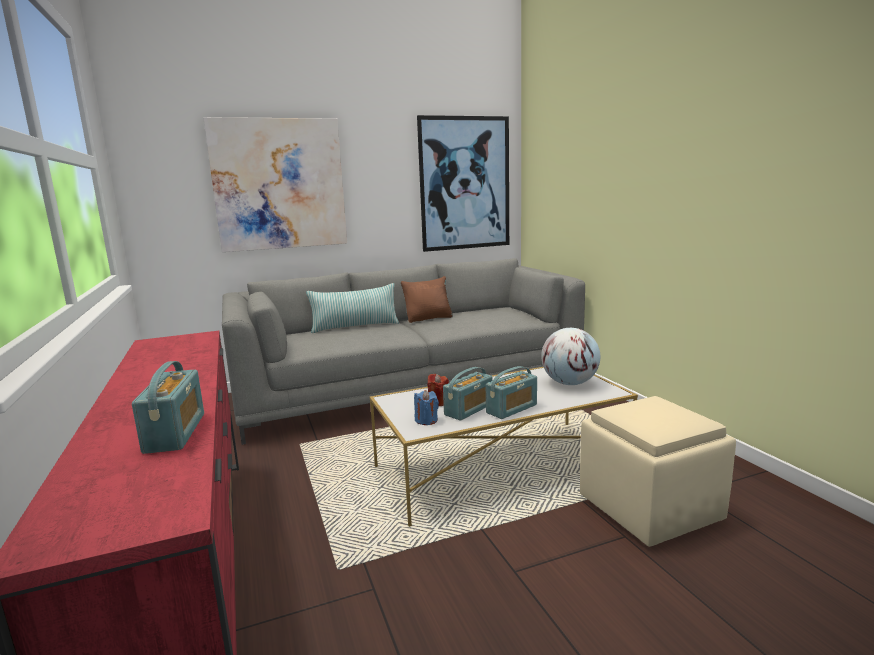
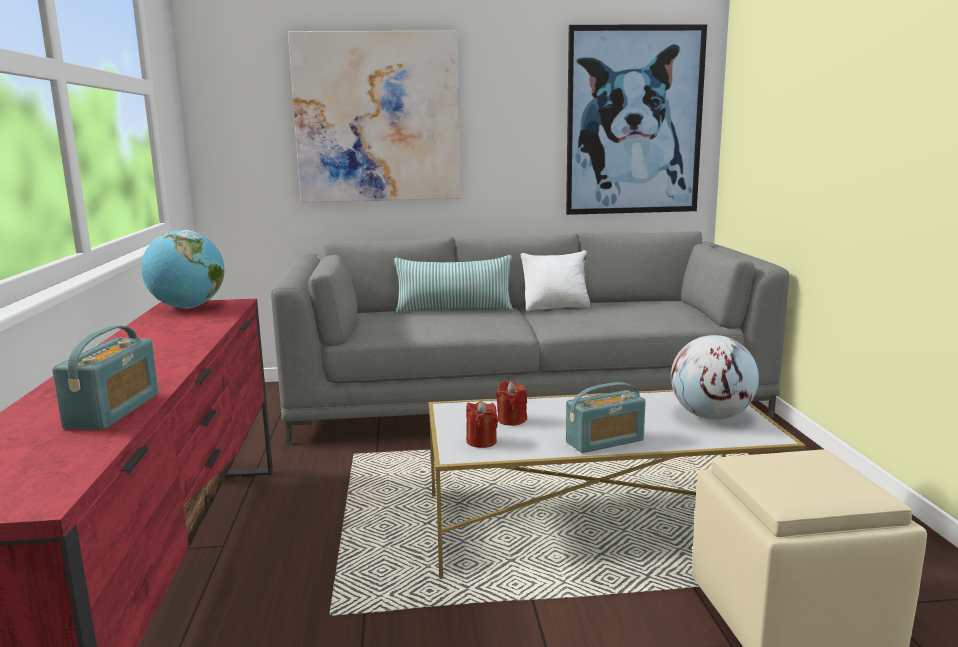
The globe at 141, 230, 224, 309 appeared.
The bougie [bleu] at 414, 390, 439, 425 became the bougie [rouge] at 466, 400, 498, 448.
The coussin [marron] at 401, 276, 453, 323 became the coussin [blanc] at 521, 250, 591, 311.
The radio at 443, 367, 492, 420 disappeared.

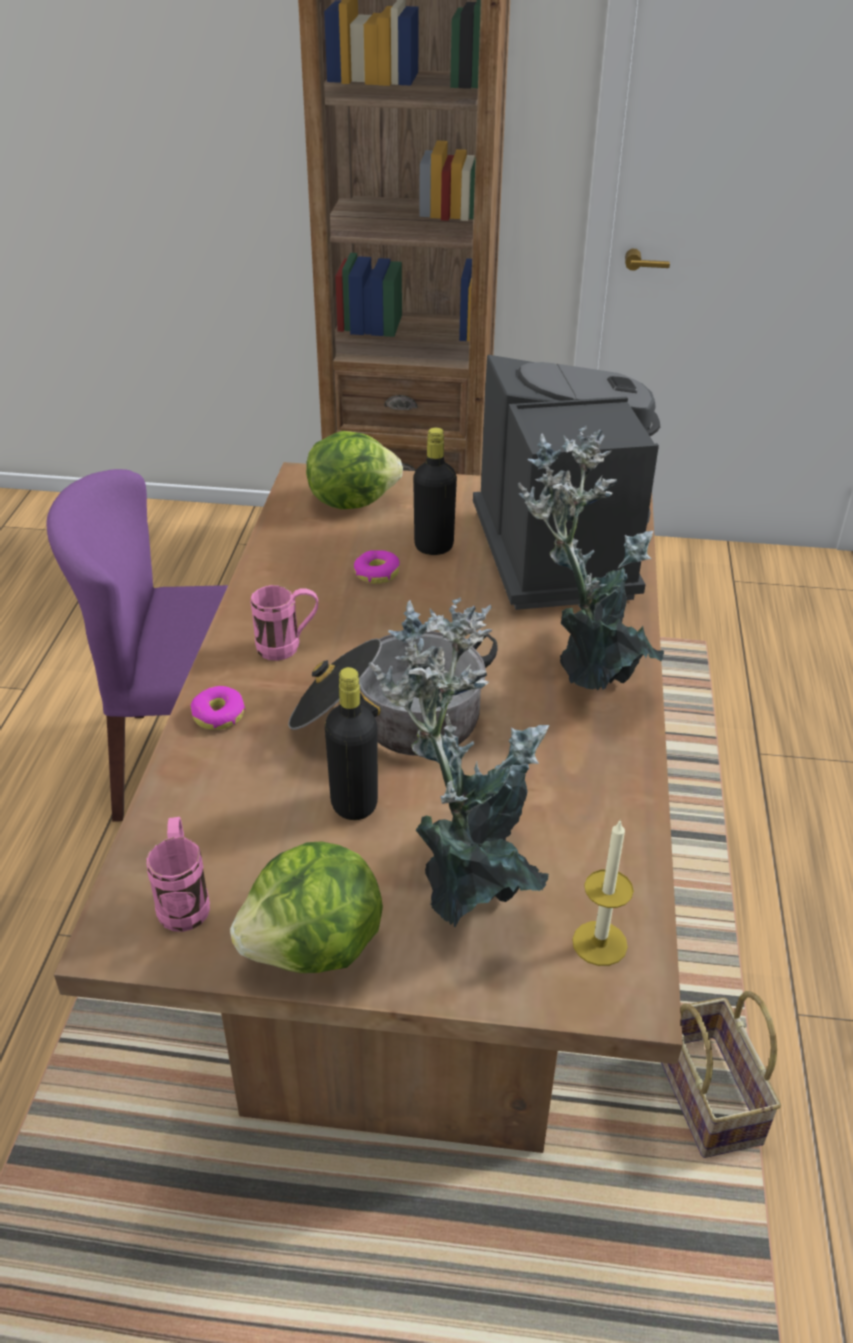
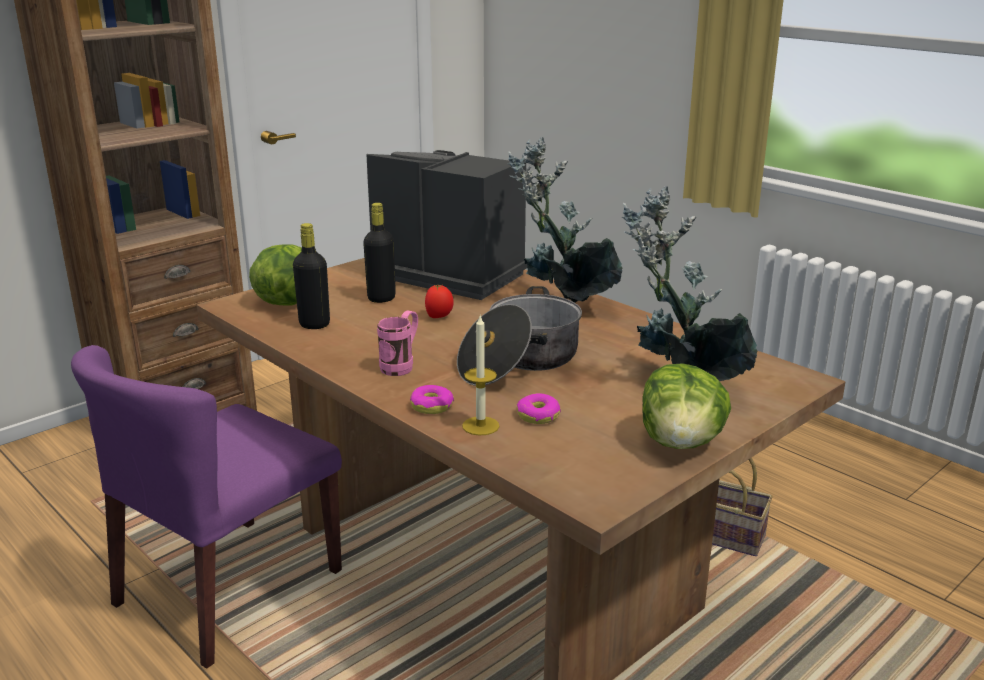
The bouteille [noir] moved from 325, 667, 378, 820 to 293, 223, 330, 329.
The tomate at 425, 285, 454, 318 appeared.
The bougie moved from 572, 819, 634, 966 to 462, 314, 499, 435.
The beignet moved from 354, 550, 400, 584 to 517, 393, 561, 424.
The mug [rose] at 146, 817, 210, 932 disappeared.

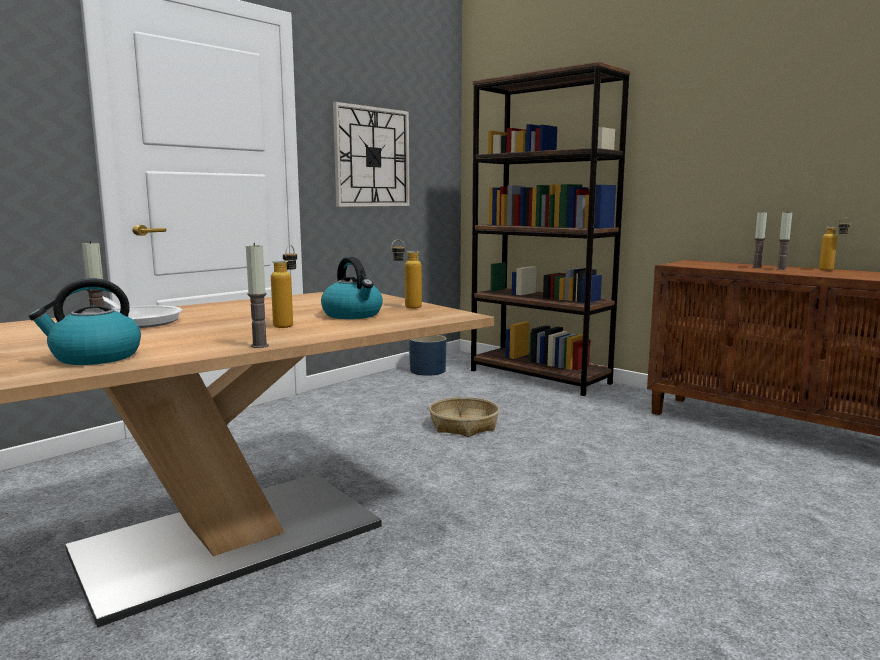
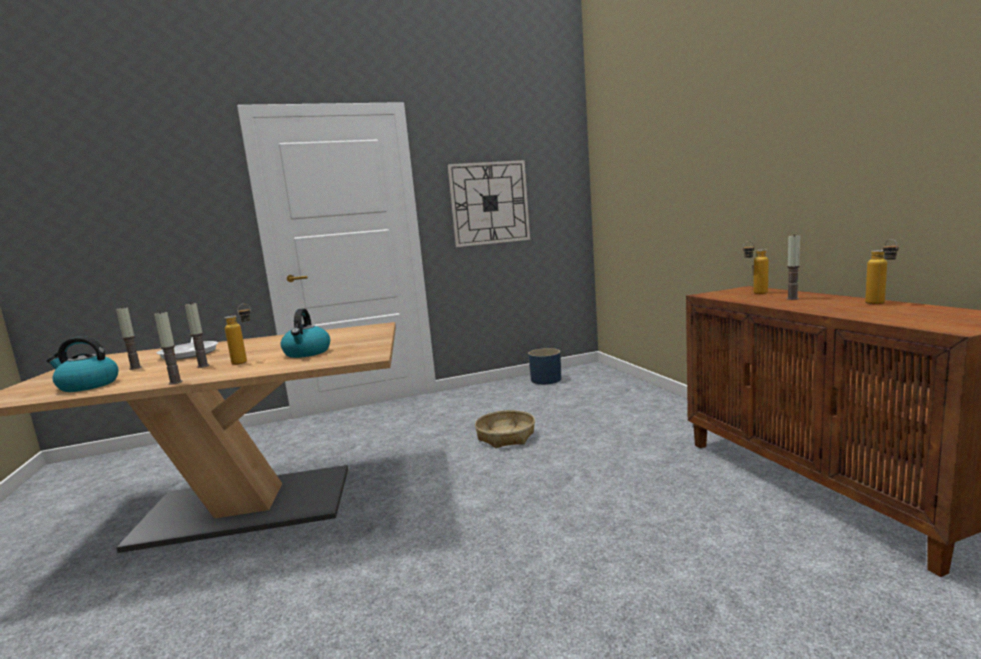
The bougie moved from 776, 211, 792, 270 to 185, 302, 209, 368.
The bouteille moved from 391, 239, 422, 308 to 743, 241, 769, 294.
The bibliothèque [marron] at 471, 61, 631, 396 disappeared.

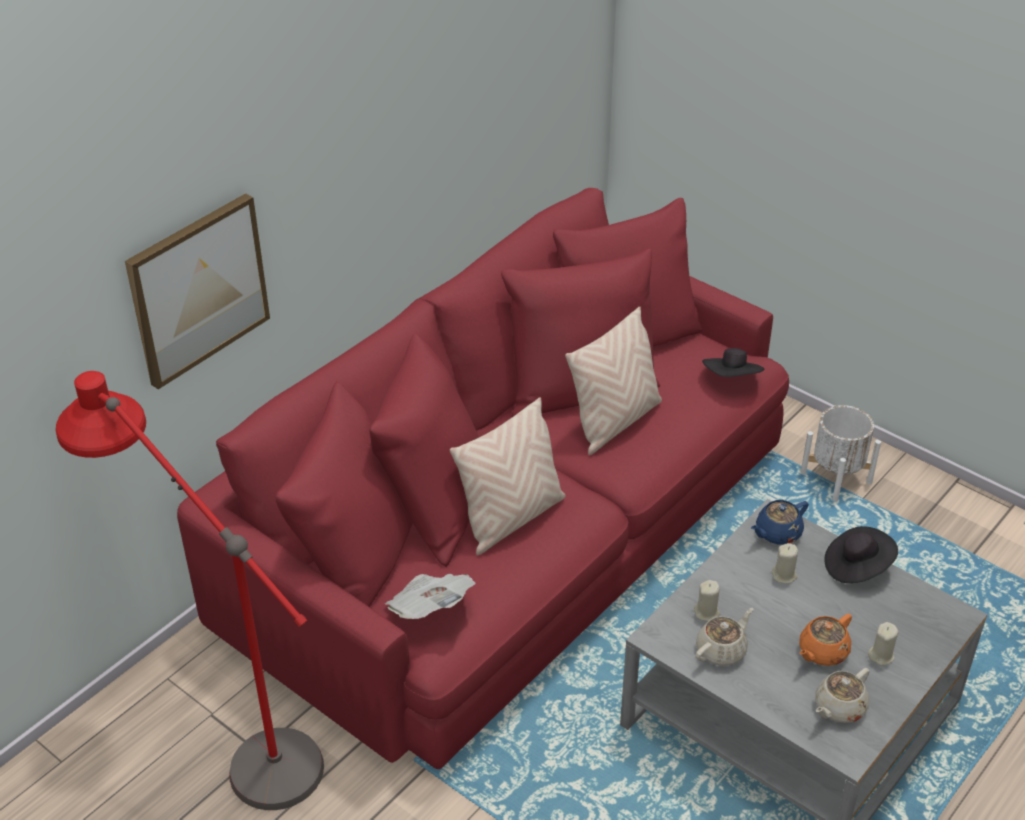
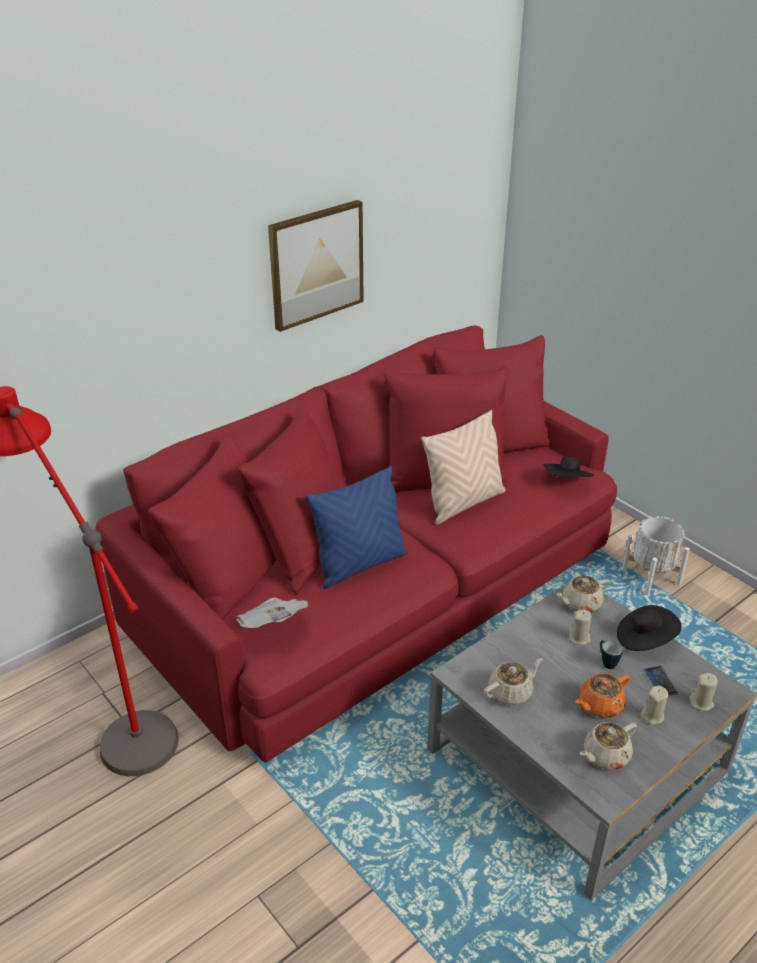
The tableau moved from 125, 193, 270, 389 to 268, 200, 364, 332.
The coussin [beige] at 450, 397, 566, 555 became the coussin [bleu] at 306, 466, 408, 589.
The théière [bleu] at 751, 500, 809, 544 became the théière [beige] at 555, 575, 610, 612.
The mug at 600, 640, 623, 669 appeared.
The téléphone at 644, 666, 678, 696 appeared.
The bougie [beige] moved from 694, 580, 720, 621 to 690, 673, 718, 711.

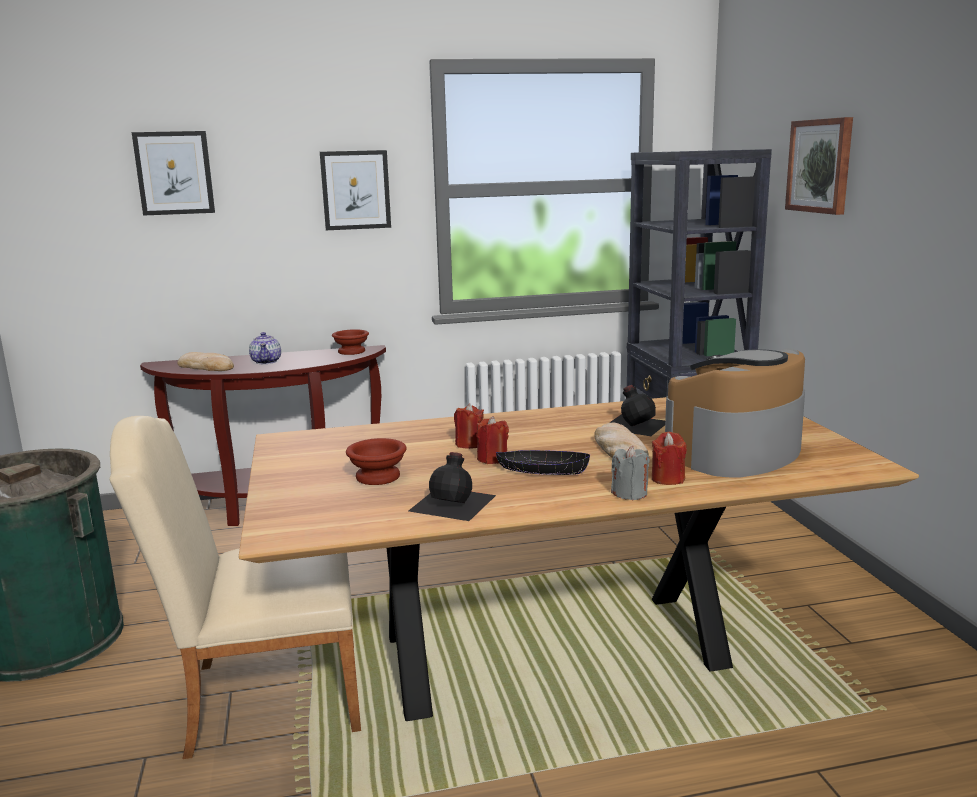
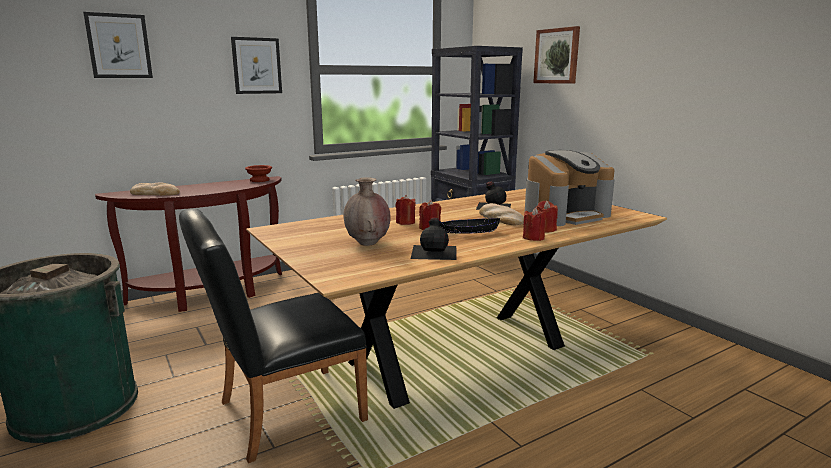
The chaise [beige] at 109, 416, 361, 759 became the chaise [noir] at 179, 208, 368, 463.
The bol [marron] at 346, 438, 406, 485 was replaced by the vase [marron] at 343, 177, 391, 246.
The bougie [gris] at 611, 446, 650, 500 became the bougie [rouge] at 523, 207, 546, 241.
The machine à café at 665, 348, 805, 477 turned 150 degrees counterclockwise.
The théière at 249, 332, 281, 364 disappeared.

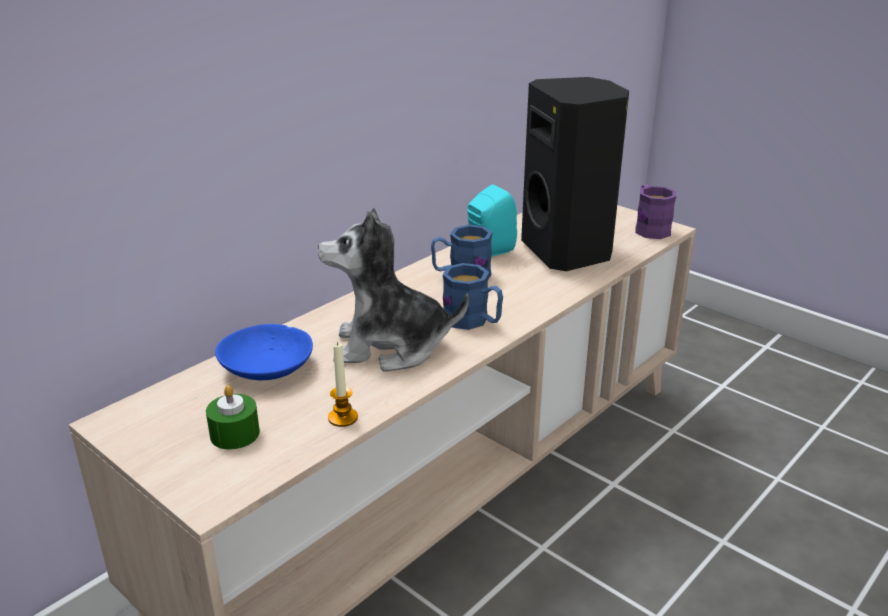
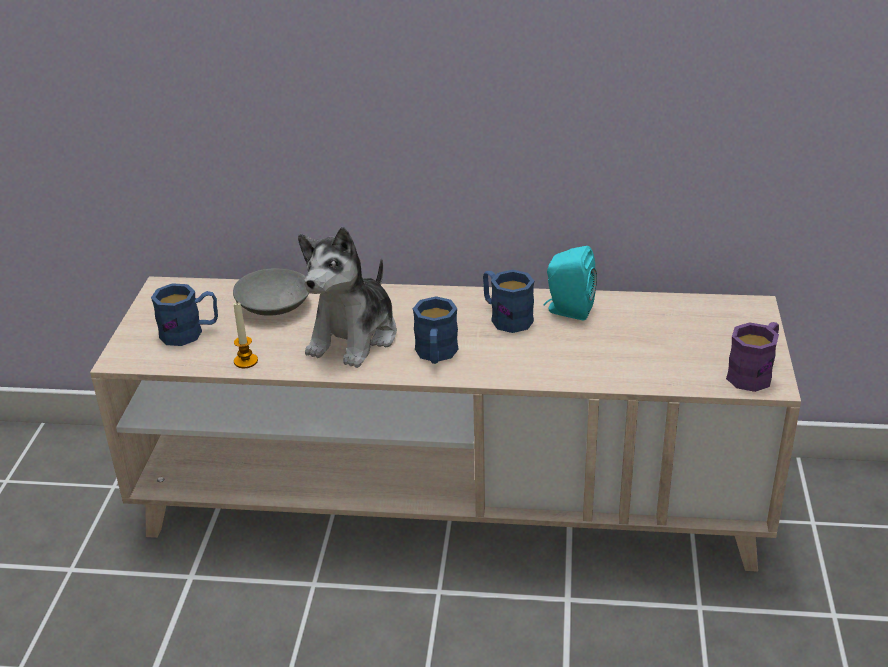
The bougie [vert] at 206, 385, 260, 450 was replaced by the mug [bleu] at 151, 283, 218, 346.
The bol [bleu] at 215, 324, 313, 380 became the bol [gris] at 233, 268, 309, 316.
The peluche at 318, 208, 469, 372 turned 120 degrees counterclockwise.
The enceinte [noir] at 521, 77, 629, 271 disappeared.

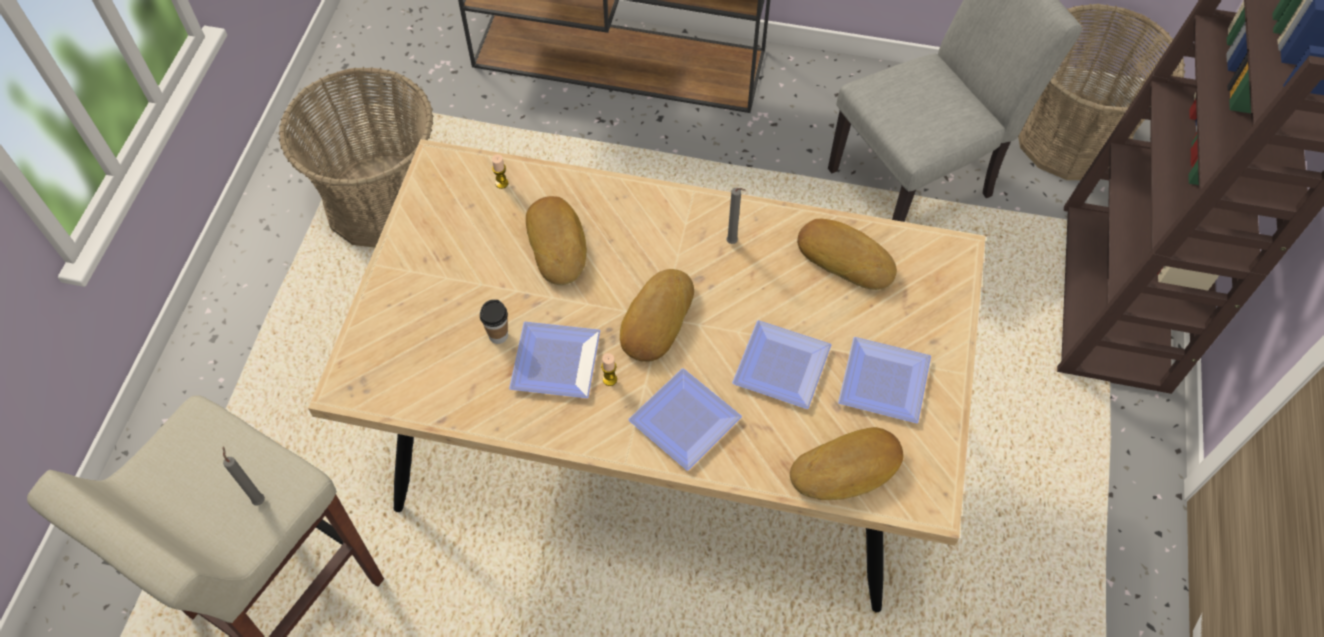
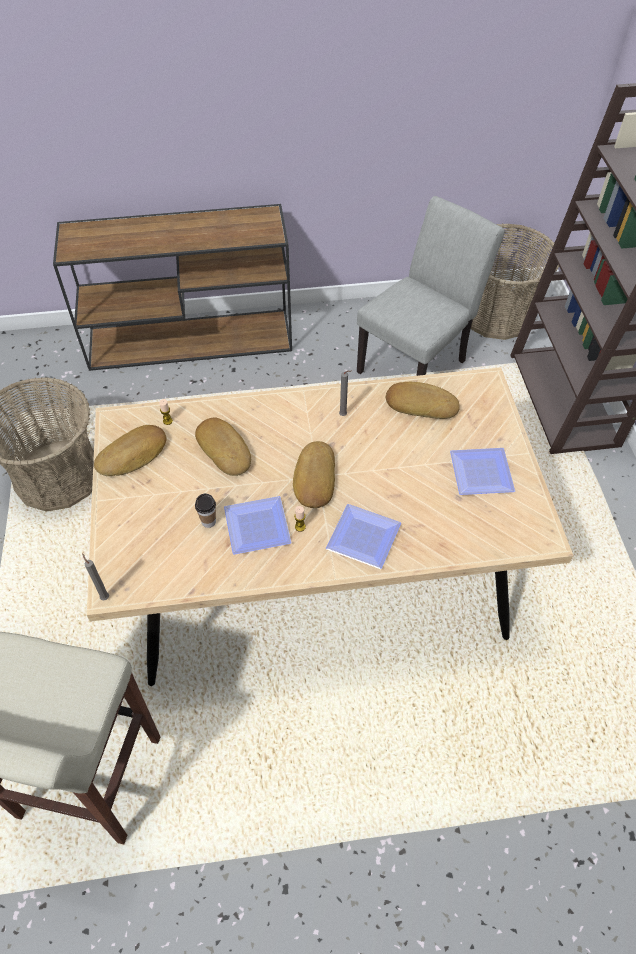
The bougie [gris] moved from 223, 446, 265, 505 to 82, 553, 109, 600.
The pain moved from 790, 427, 903, 500 to 94, 425, 166, 476.
The assiette at 732, 320, 831, 409 disappeared.

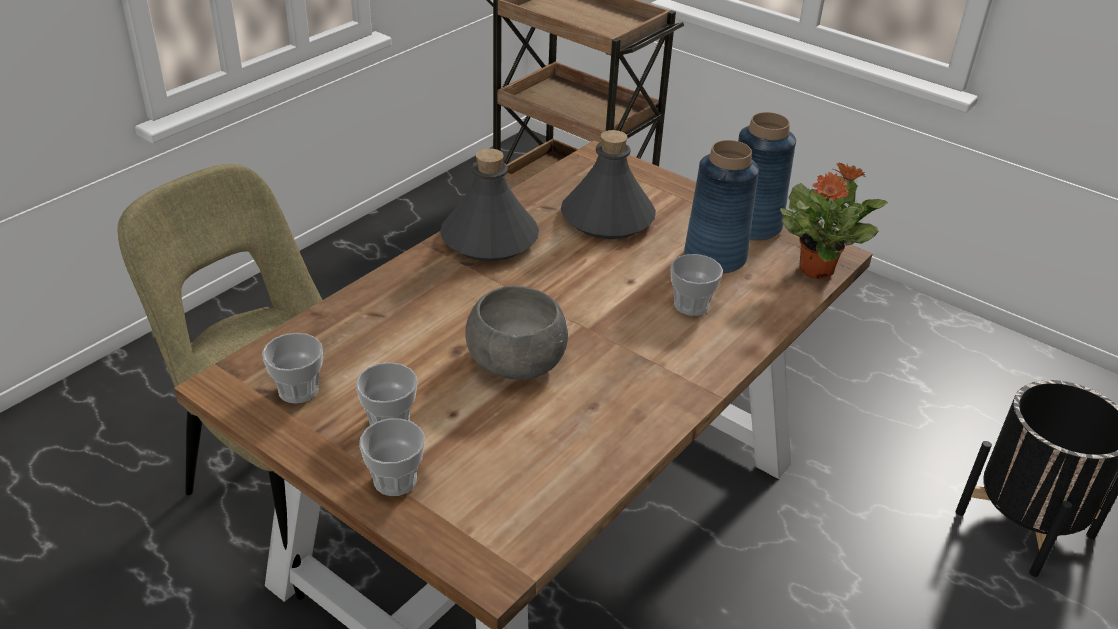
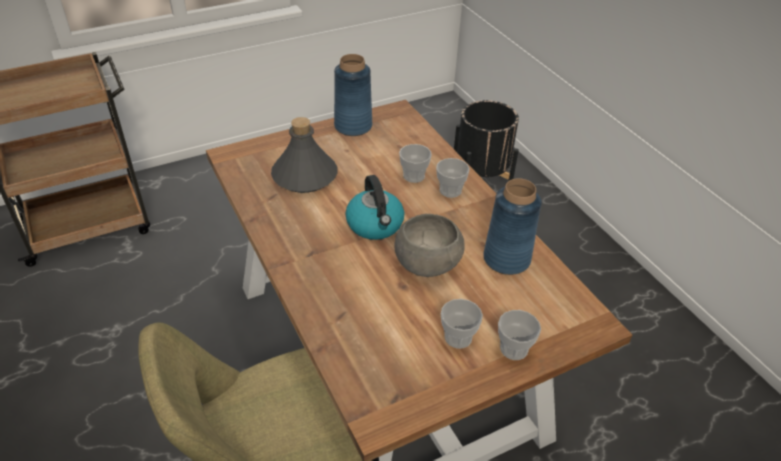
The bouilloire at 345, 175, 404, 240 appeared.
The tasse moved from 262, 333, 323, 404 to 436, 158, 469, 198.
The vase [bleu] moved from 684, 140, 759, 274 to 483, 178, 542, 275.
The bouteille [gris] at 440, 148, 539, 261 disappeared.
The plante en pot at 780, 163, 888, 279 disappeared.

